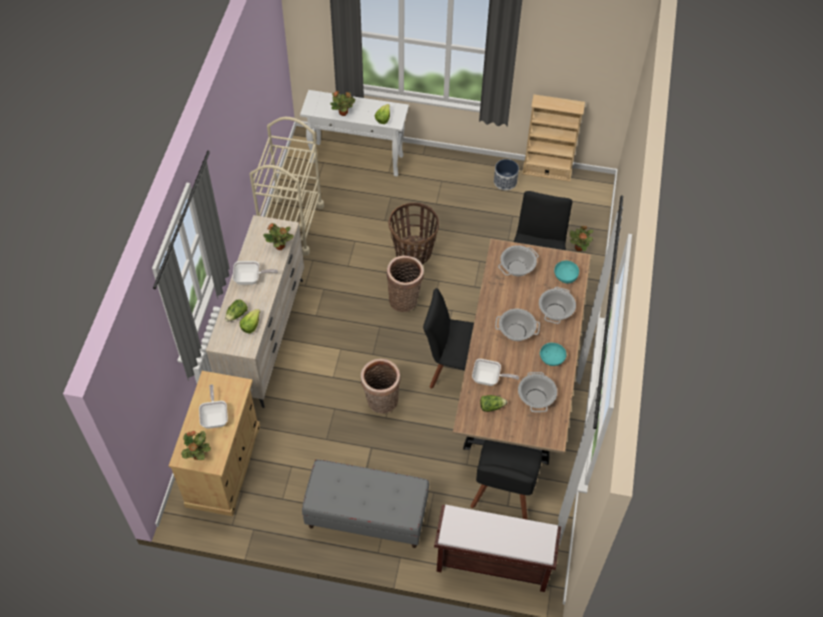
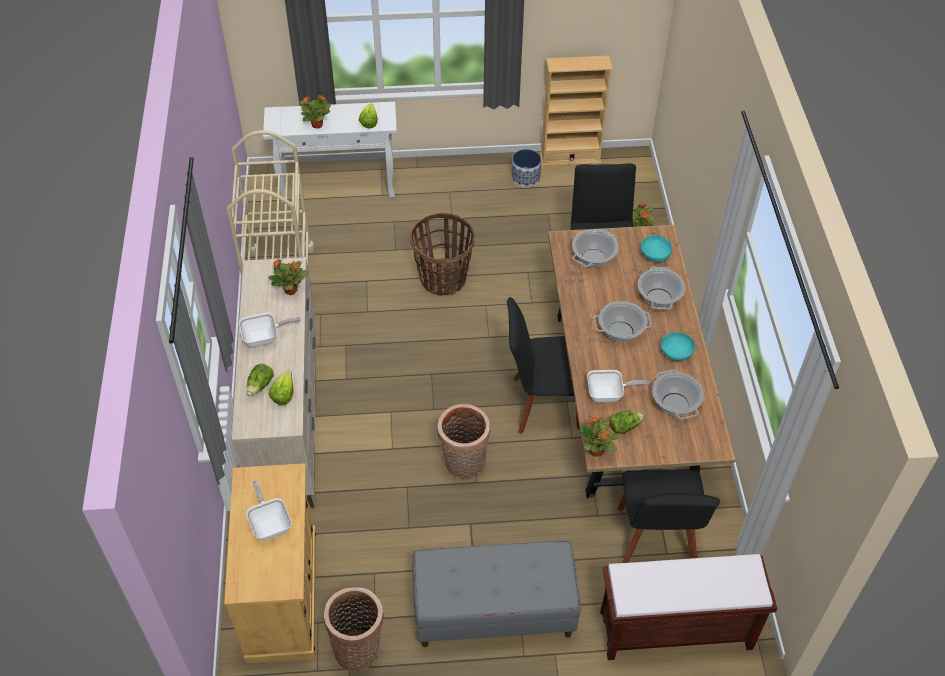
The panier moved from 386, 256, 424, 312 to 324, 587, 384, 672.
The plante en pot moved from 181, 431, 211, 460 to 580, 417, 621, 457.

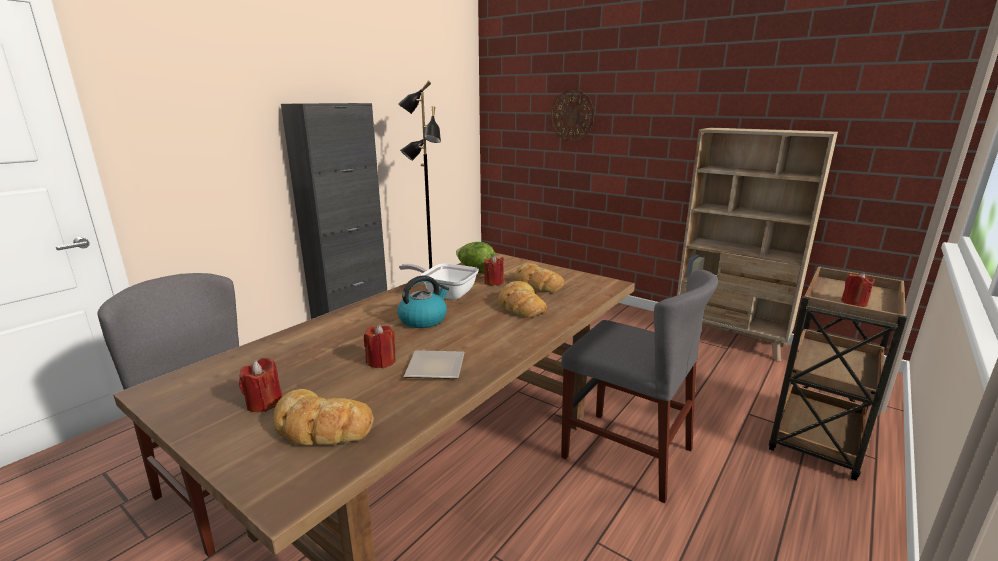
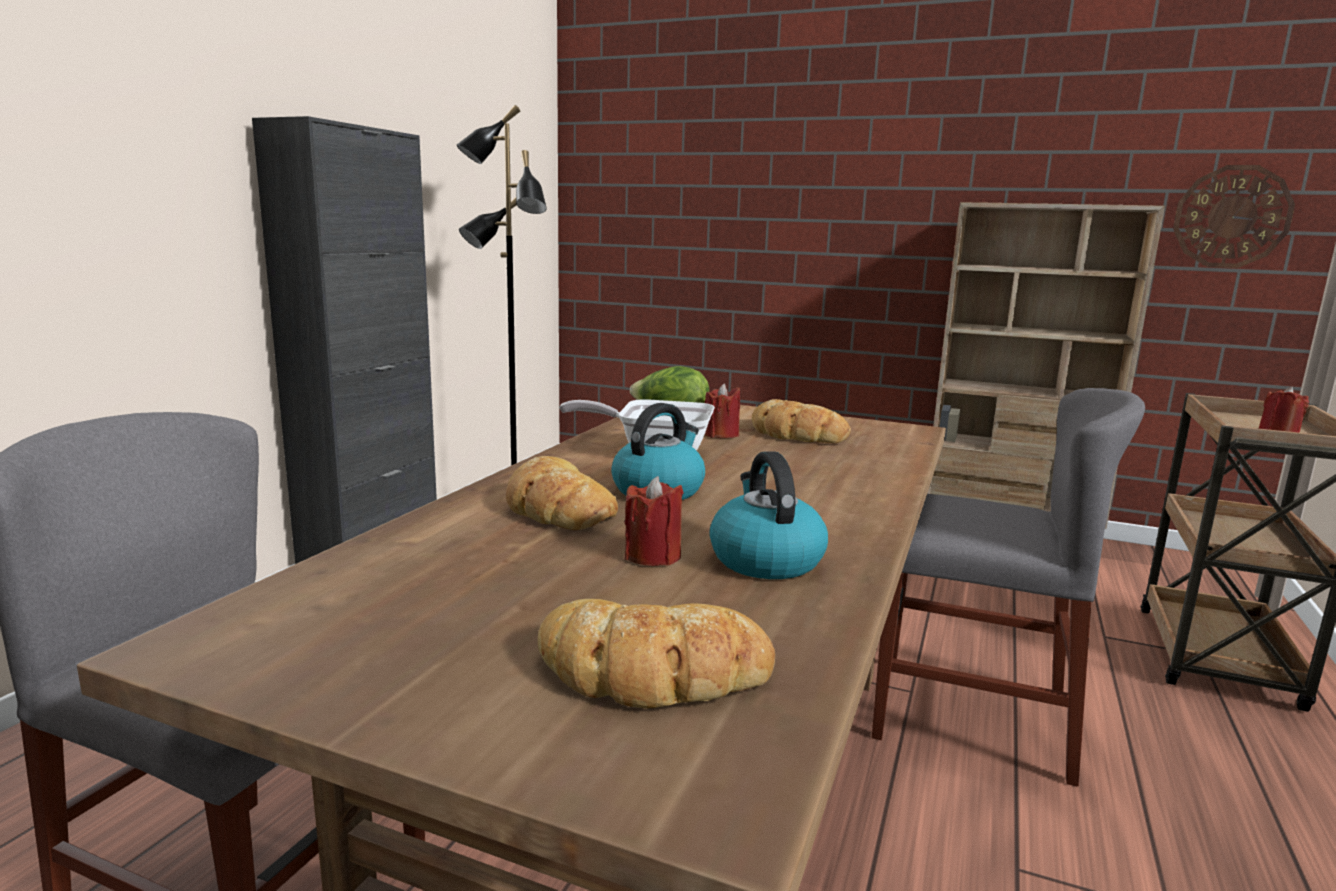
The pain moved from 498, 281, 547, 318 to 506, 456, 618, 530.
The assiette at 404, 350, 465, 379 was replaced by the bouilloire at 709, 451, 828, 579.
The horloge murale moved from 550, 90, 595, 142 to 1173, 165, 1295, 268.
The bougie [rouge] at 239, 358, 282, 412 disappeared.

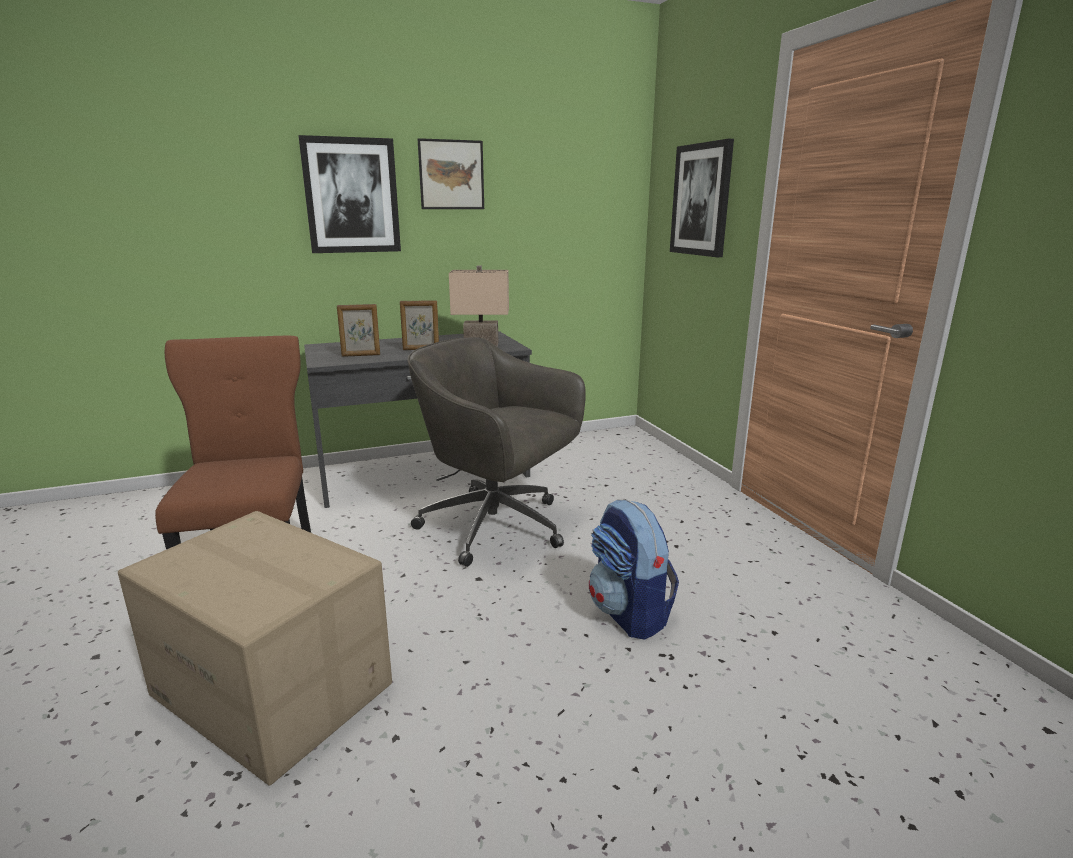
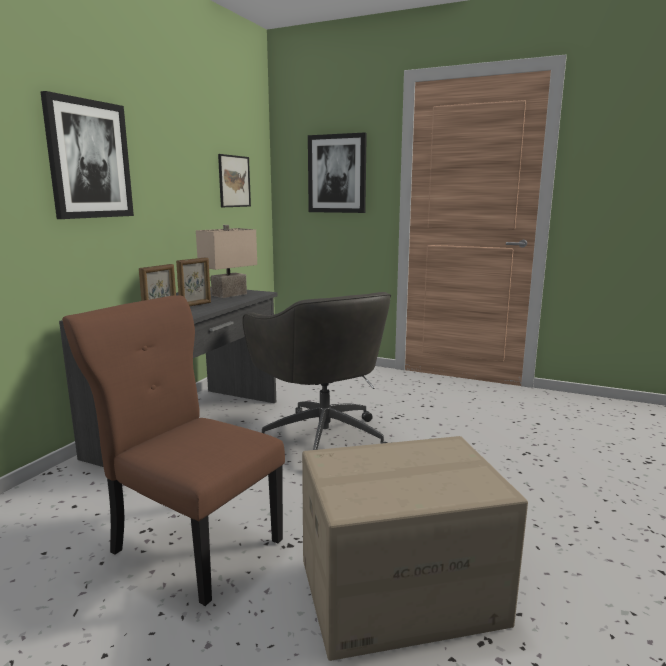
The tableau moved from 417, 138, 484, 209 to 218, 154, 251, 207.
The chaise de bureau [gris] at 407, 337, 586, 567 turned 105 degrees counterclockwise.
The sac à dos at 589, 500, 679, 640 disappeared.

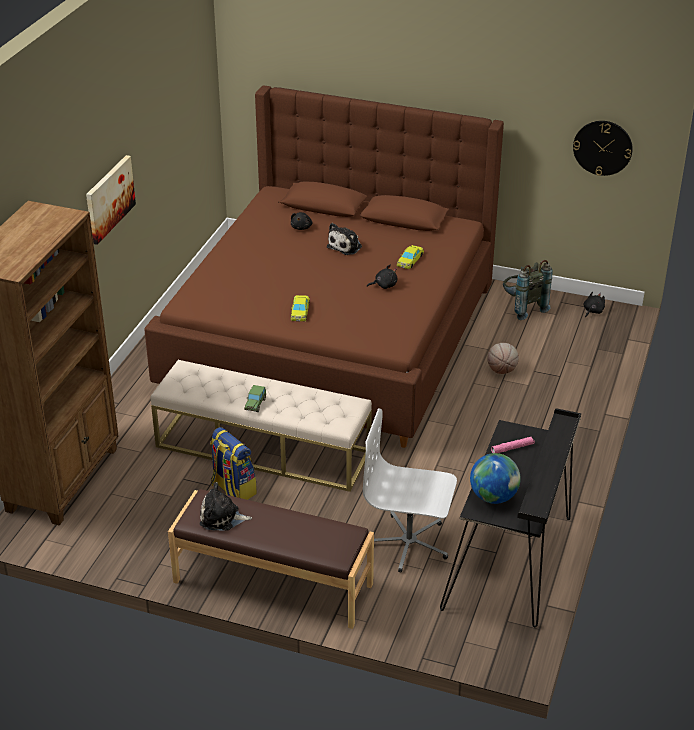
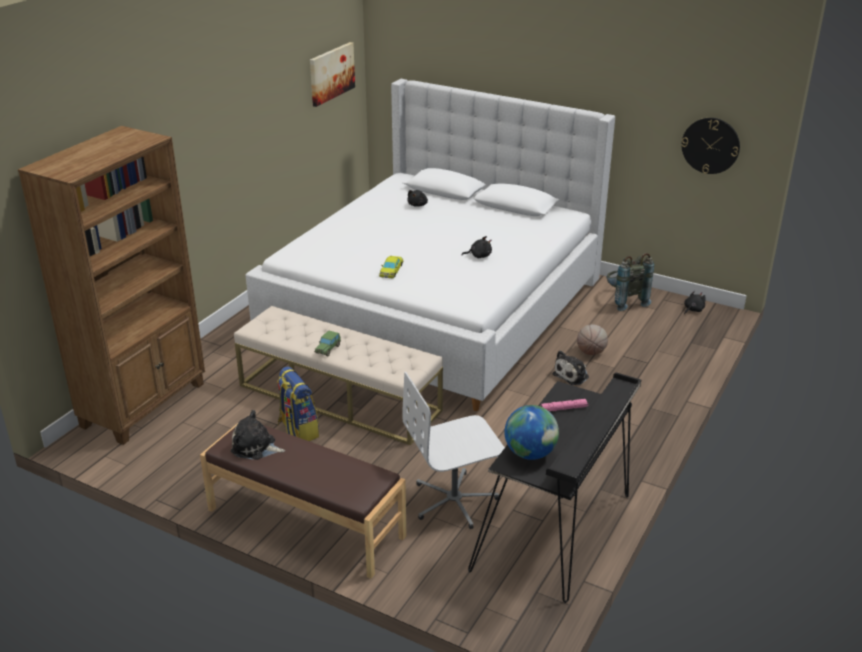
The lit [marron] at 144, 86, 504, 448 became the lit [blanc] at 246, 79, 615, 411.
The tableau moved from 86, 155, 136, 245 to 310, 42, 355, 107.
The chaise de bureau [blanc] at 363, 408, 457, 572 turned 45 degrees counterclockwise.
The peluche moved from 327, 223, 362, 255 to 552, 350, 589, 385.
The petite voiture [jaune] at 397, 245, 424, 269 disappeared.

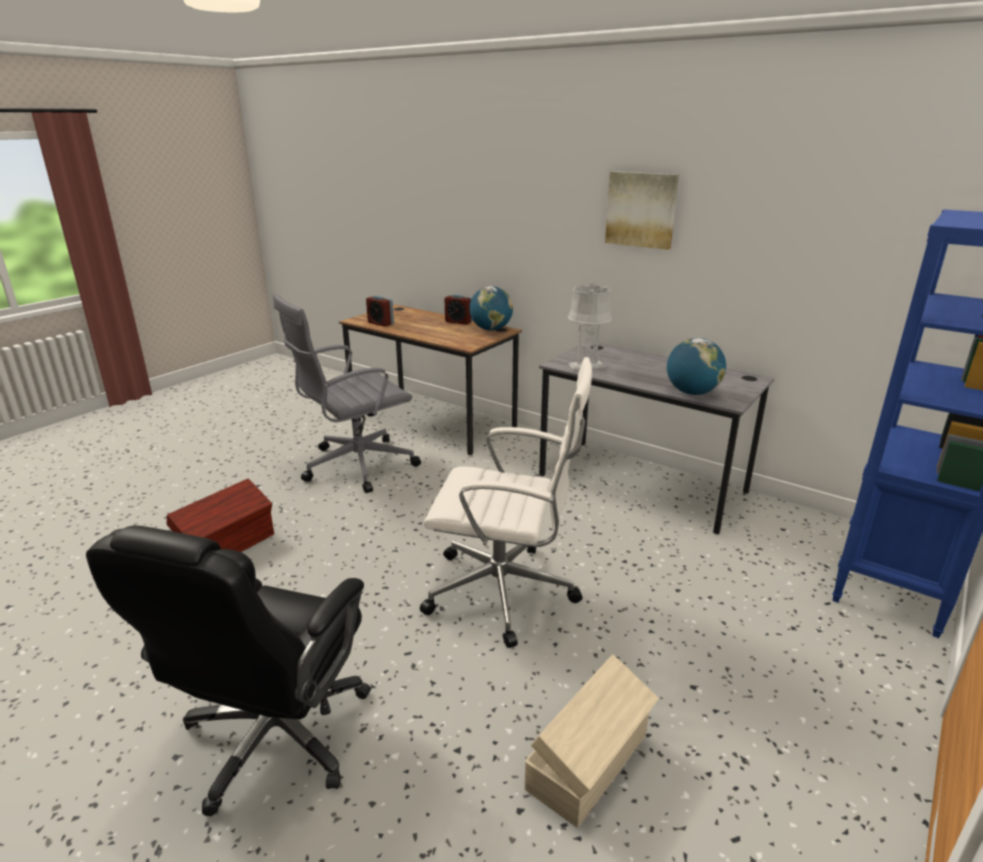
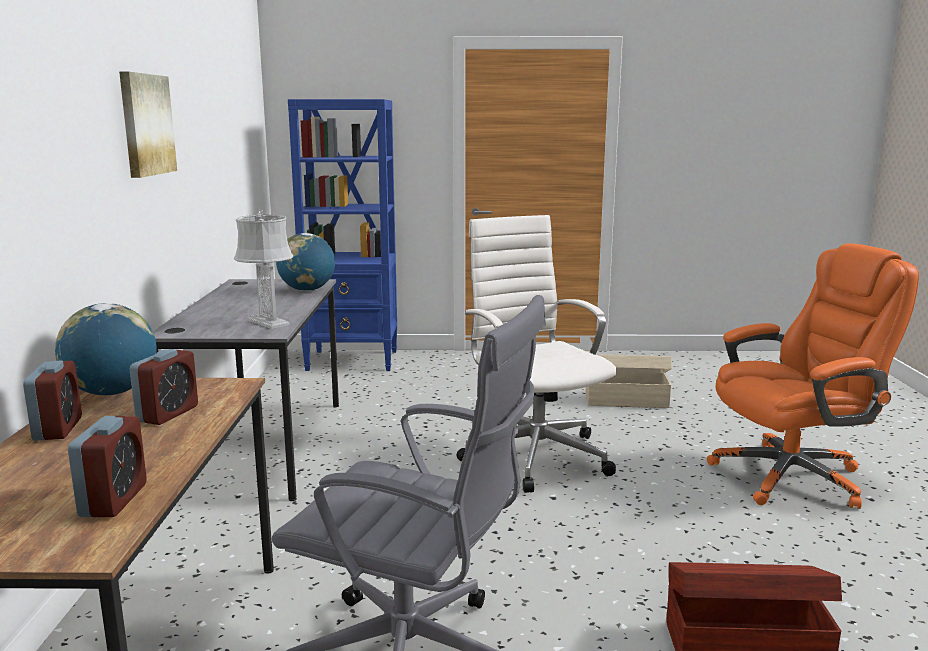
The réveil at 130, 349, 198, 425 appeared.
The chaise de bureau [noir] at 86, 525, 371, 816 became the chaise de bureau [orange] at 707, 243, 919, 509.

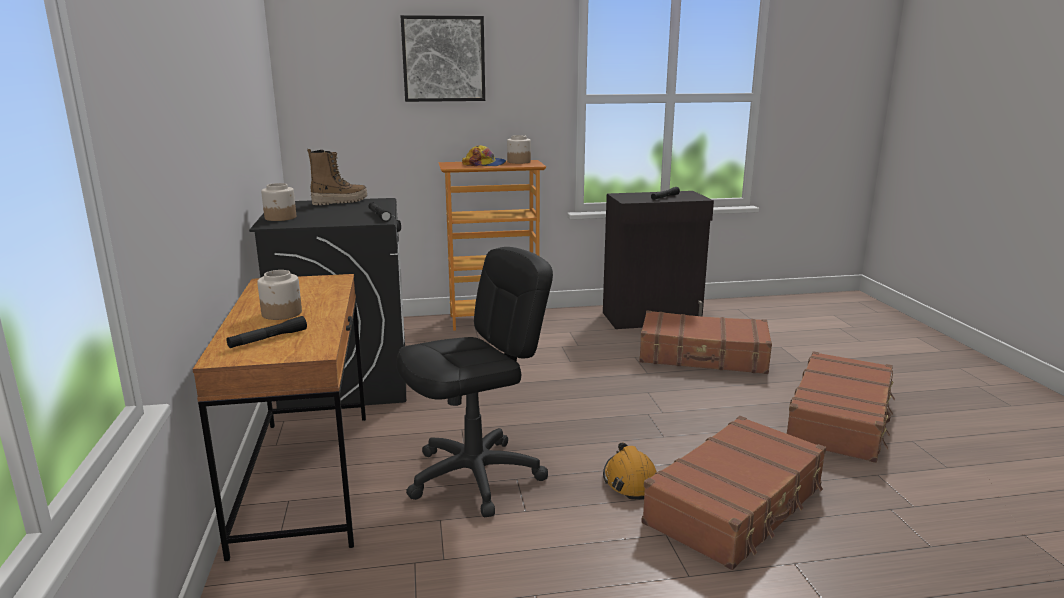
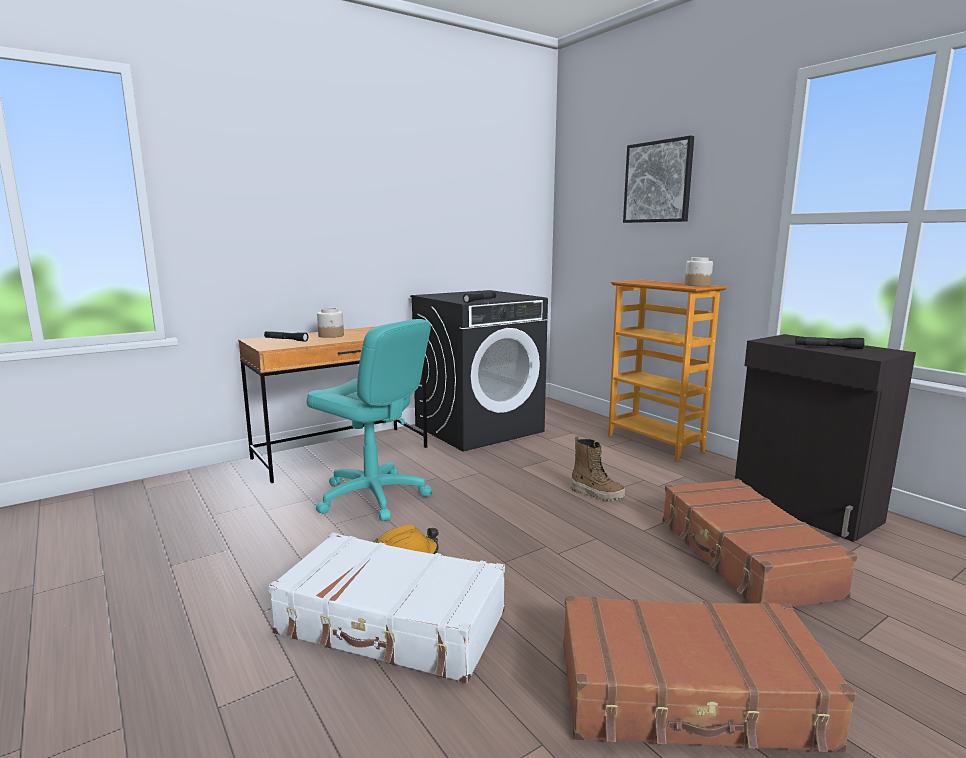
The valise [marron] at 641, 416, 826, 570 became the valise [blanc] at 268, 533, 505, 684.
The chaise de bureau [noir] at 396, 247, 553, 518 became the chaise de bureau [turquoise] at 306, 319, 432, 521.
The botte moved from 307, 149, 367, 205 to 571, 436, 625, 501.
The bocal at 261, 183, 296, 221 disappeared.
The casquette at 462, 145, 506, 166 disappeared.

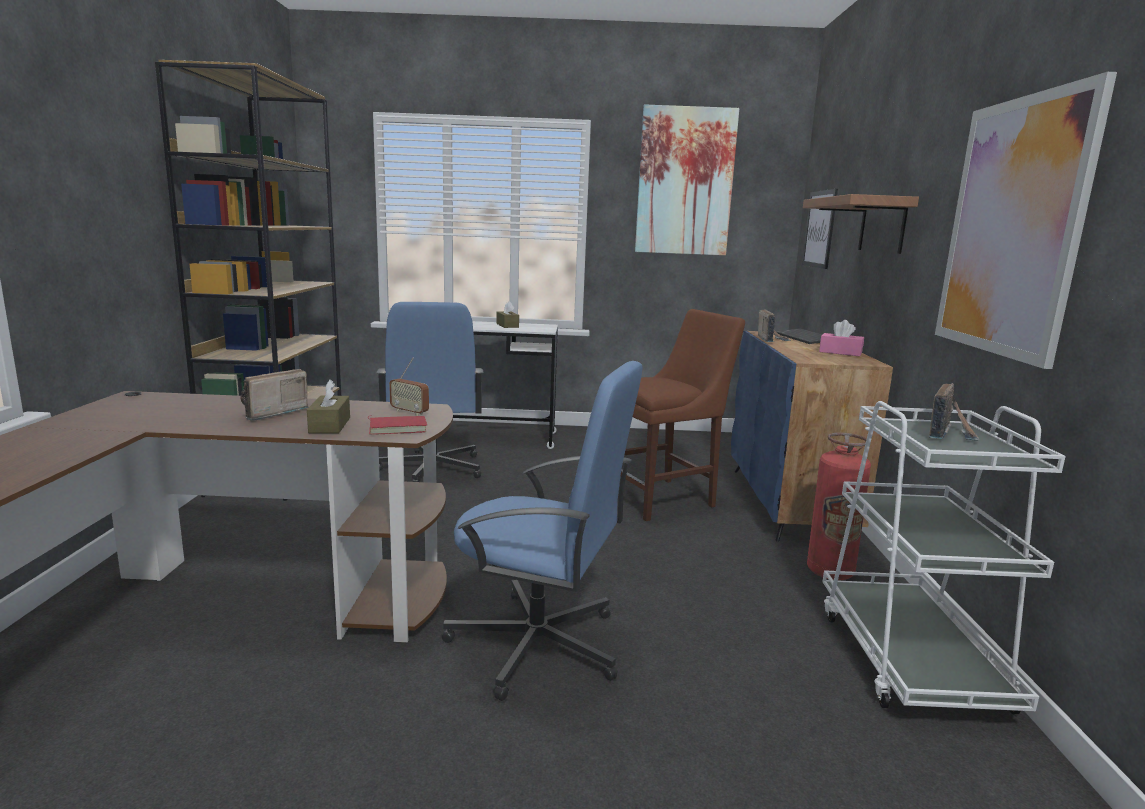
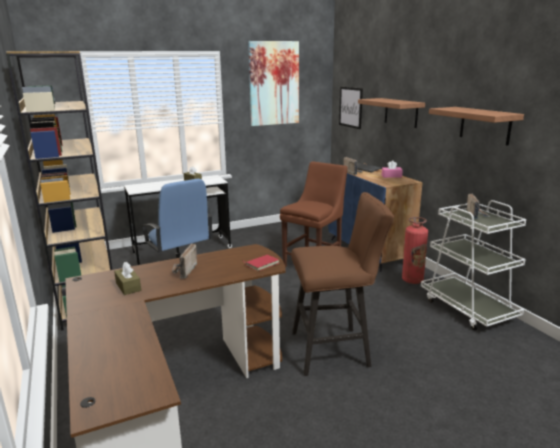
The boîte à mouchoirs [marron] moved from 307, 379, 350, 433 to 114, 262, 141, 295.
The chaise de bureau [bleu] at 441, 361, 642, 701 was replaced by the tabouret [marron] at 291, 192, 394, 376.
The tableau at 935, 72, 1117, 369 was replaced by the étagère at 429, 107, 524, 146.
The radio at 389, 358, 429, 416 disappeared.

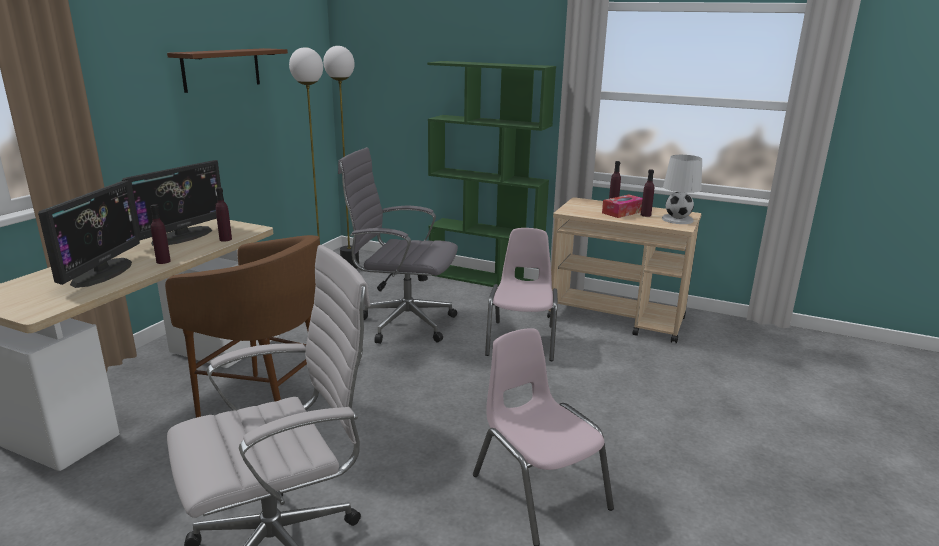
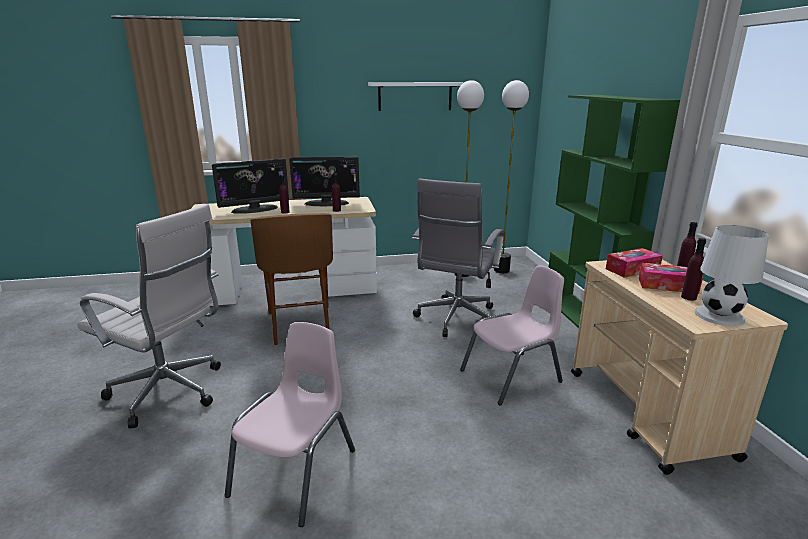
The étagère [marron] at 167, 48, 288, 93 became the étagère [blanc] at 368, 82, 464, 111.
The chaise de bureau [gris] at 338, 147, 458, 344 turned 135 degrees counterclockwise.
The boîte à mouchoirs at 606, 248, 663, 278 appeared.

